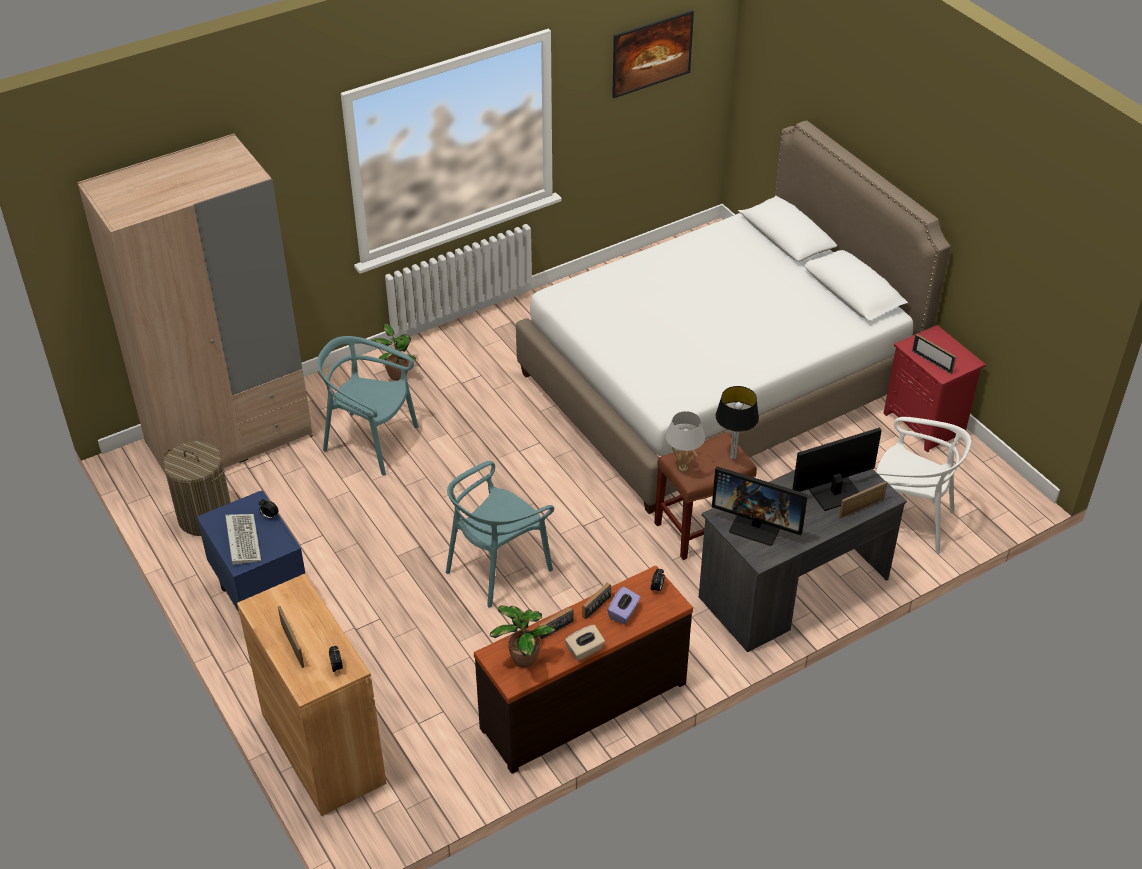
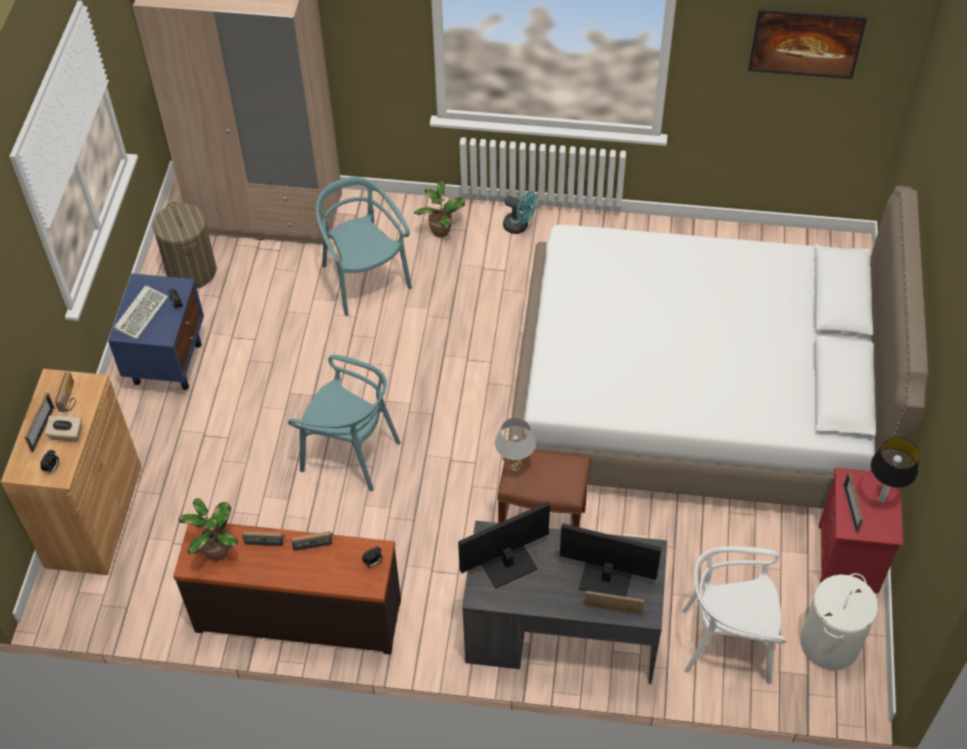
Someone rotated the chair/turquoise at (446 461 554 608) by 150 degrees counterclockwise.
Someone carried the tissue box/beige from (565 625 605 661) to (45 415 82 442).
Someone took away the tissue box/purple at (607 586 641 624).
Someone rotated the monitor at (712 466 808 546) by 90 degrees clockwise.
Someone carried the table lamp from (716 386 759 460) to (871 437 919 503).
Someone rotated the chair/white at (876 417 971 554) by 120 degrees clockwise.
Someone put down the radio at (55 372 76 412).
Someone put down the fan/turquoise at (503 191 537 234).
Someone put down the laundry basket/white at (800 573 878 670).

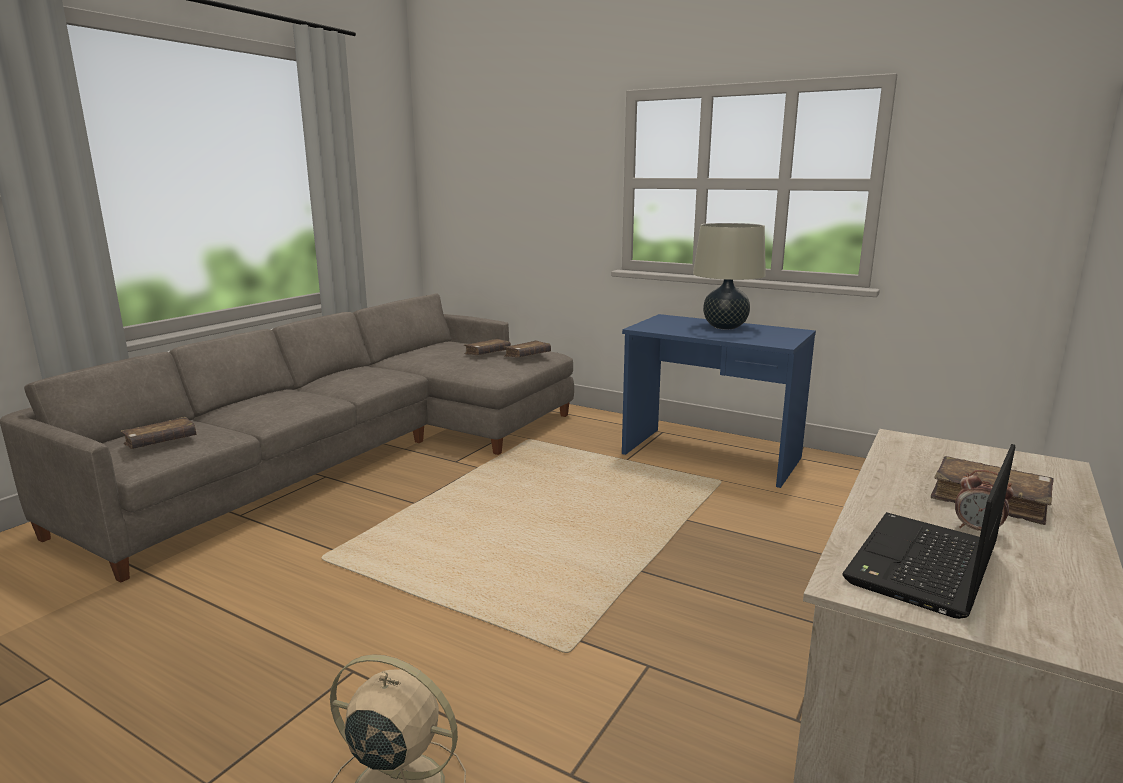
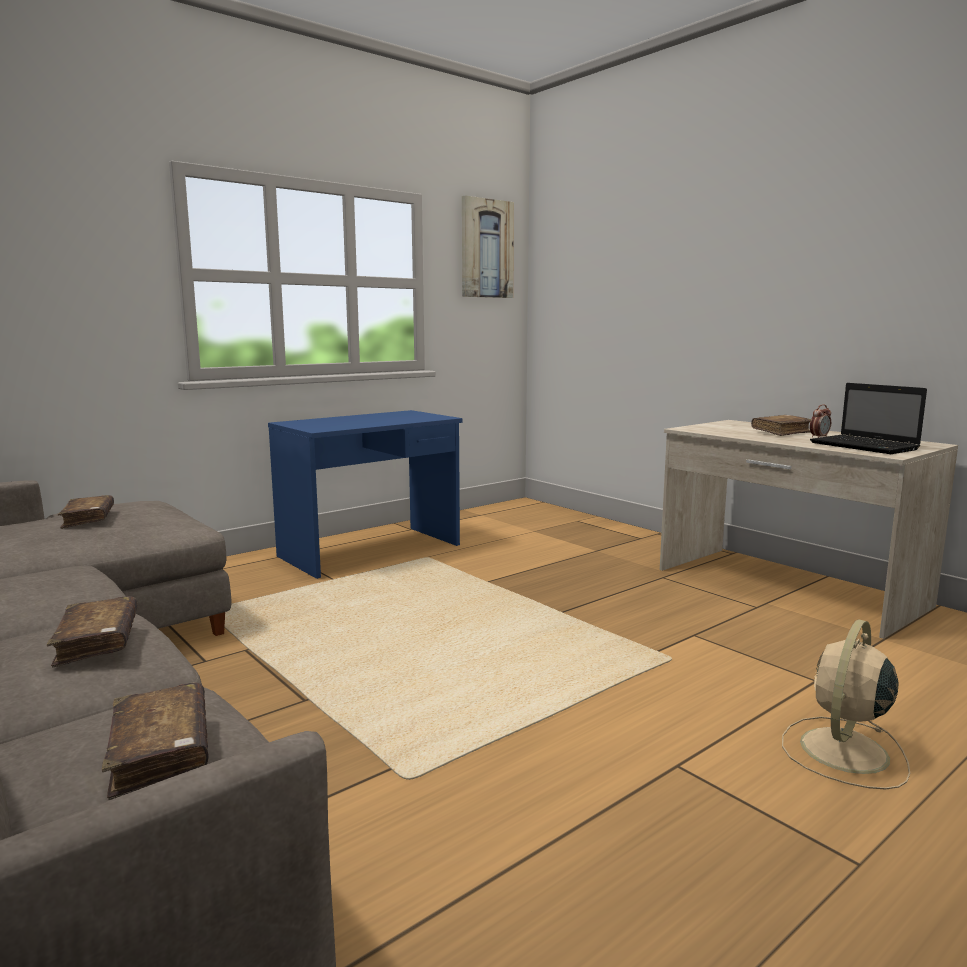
Someone carried the book/brown from (503 341 551 358) to (47 596 137 668).
Someone took away the table lamp/beige at (693 223 766 330).
Someone put up the picture at (462 195 514 298).

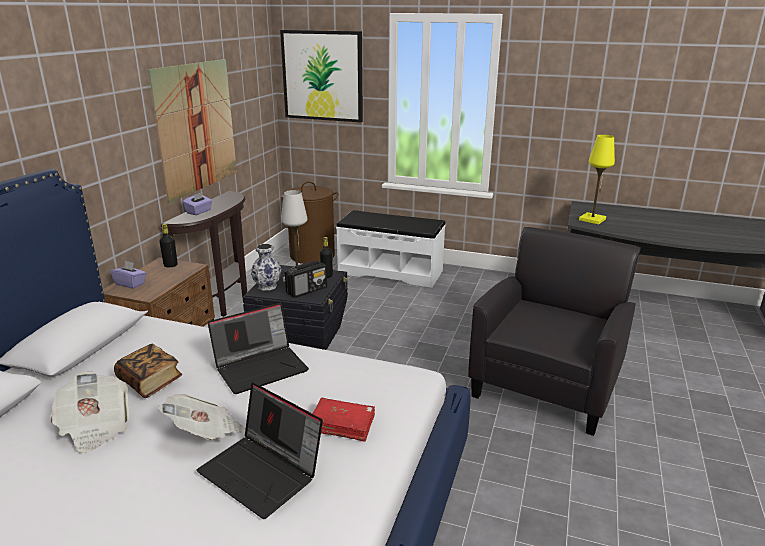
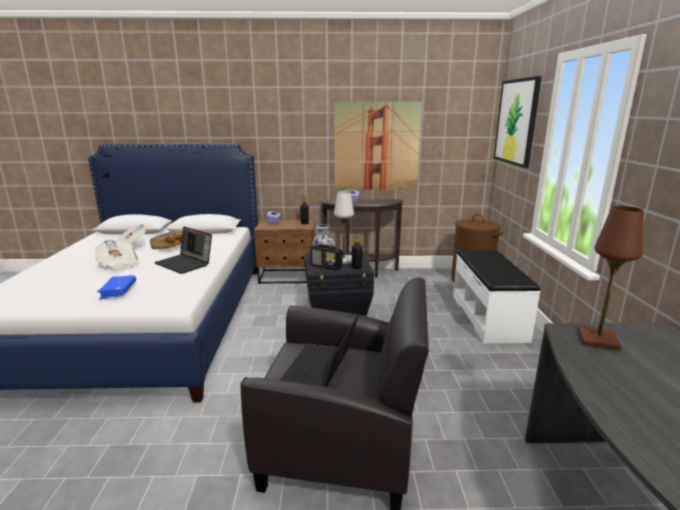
Someone carried the laptop from (196 382 323 519) to (280 315 358 387).
Someone repainted the book/red at (312 398 375 442), which became the book/blue at (97 275 136 300).
Someone repainted the table lamp/yellow at (579 135 615 225), which became the table lamp/brown at (577 206 644 351).

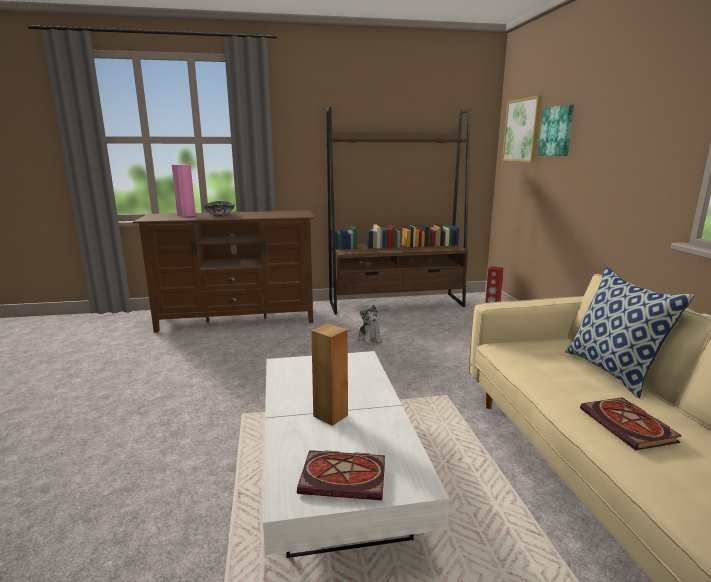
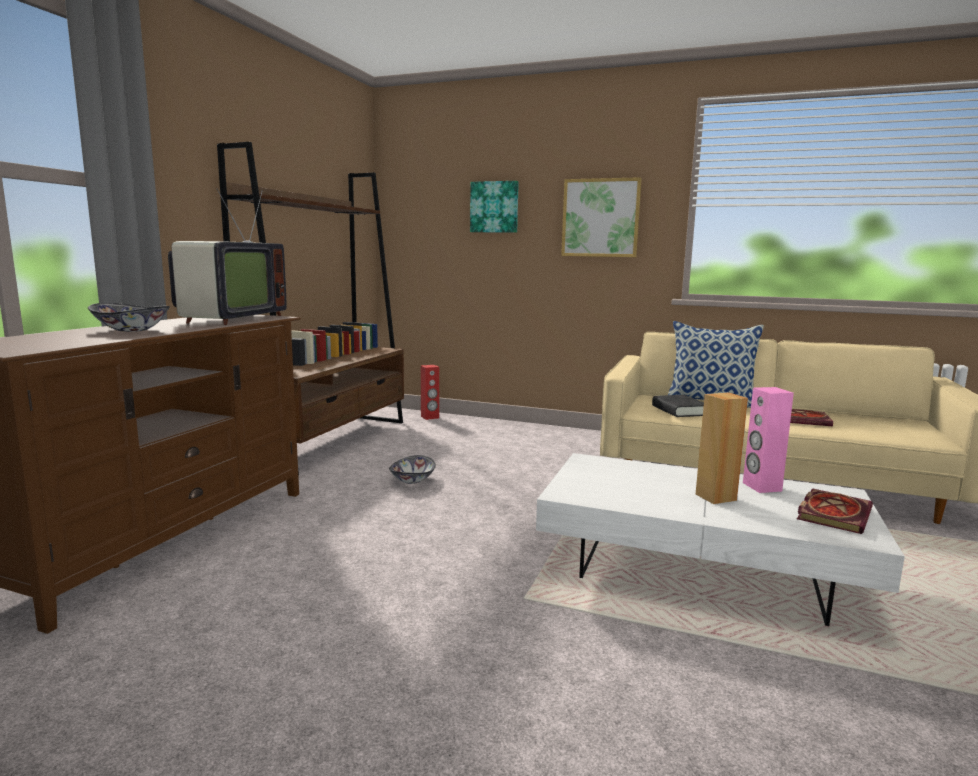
Someone carried the speaker/pink from (172 164 196 217) to (743 387 794 493).
Someone swapped the plush toy at (358 305 382 345) for the bowl at (389 455 436 484).
Someone carried the picture from (502 95 542 162) to (561 177 642 257).
Someone put down the television at (168 188 287 325).
Someone put down the book/black at (652 395 704 417).

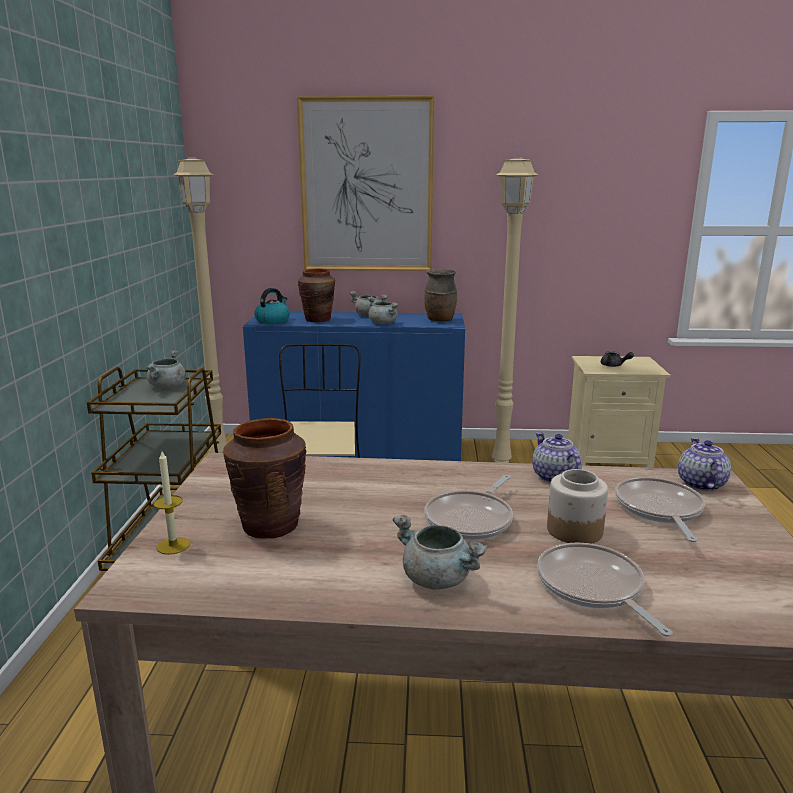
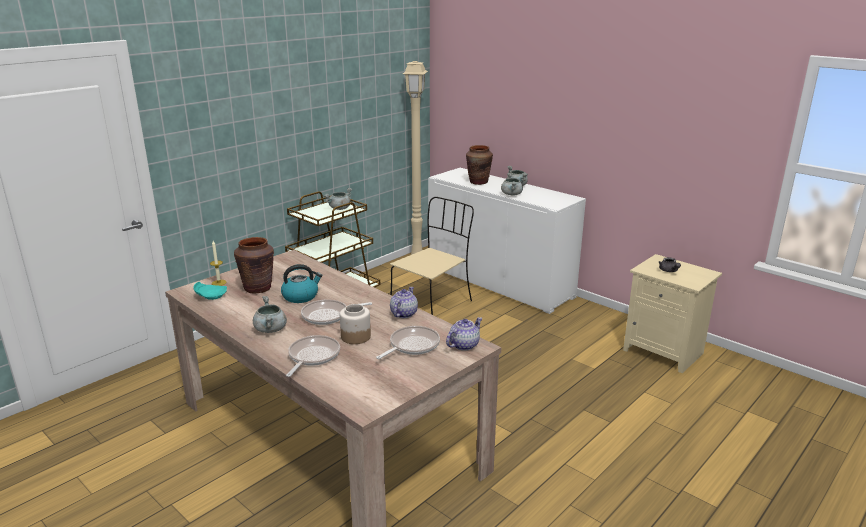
Someone repainted the cabinet/blue at (243 312 465 461), which became the cabinet/white at (428 168 586 314).
Someone carried the kettle from (254 288 290 324) to (281 264 322 303).
Someone took away the picture at (297 96 435 271).
Someone took away the vase/brown at (424 269 457 322).
Someone took away the floor lamp/beige at (492 157 538 463).
Someone put down the plate/turquoise at (193 282 227 300).

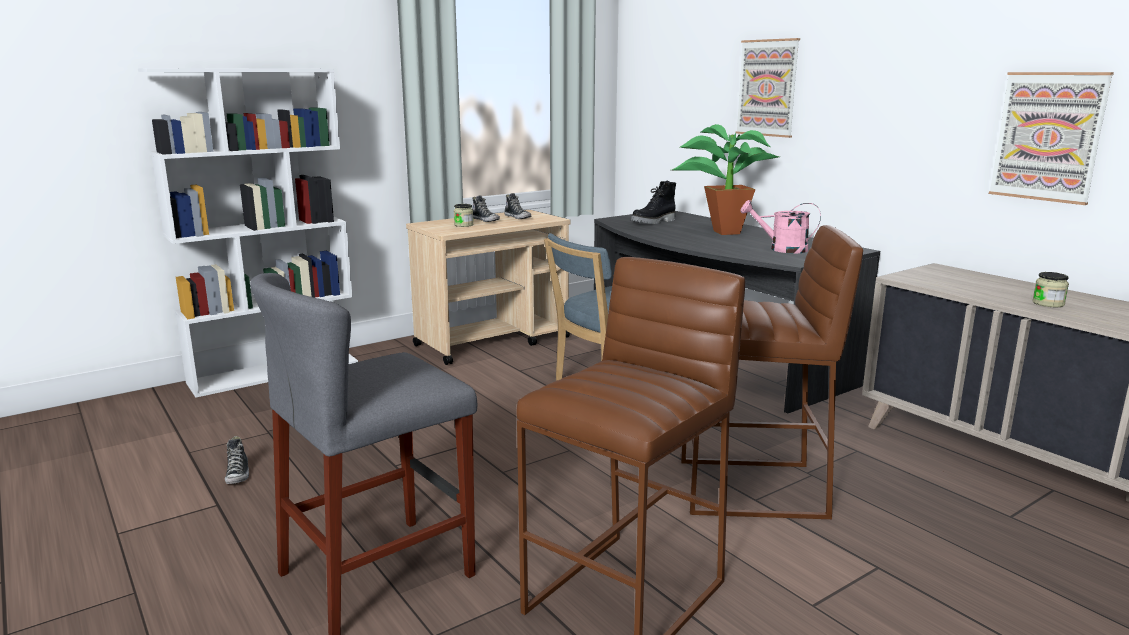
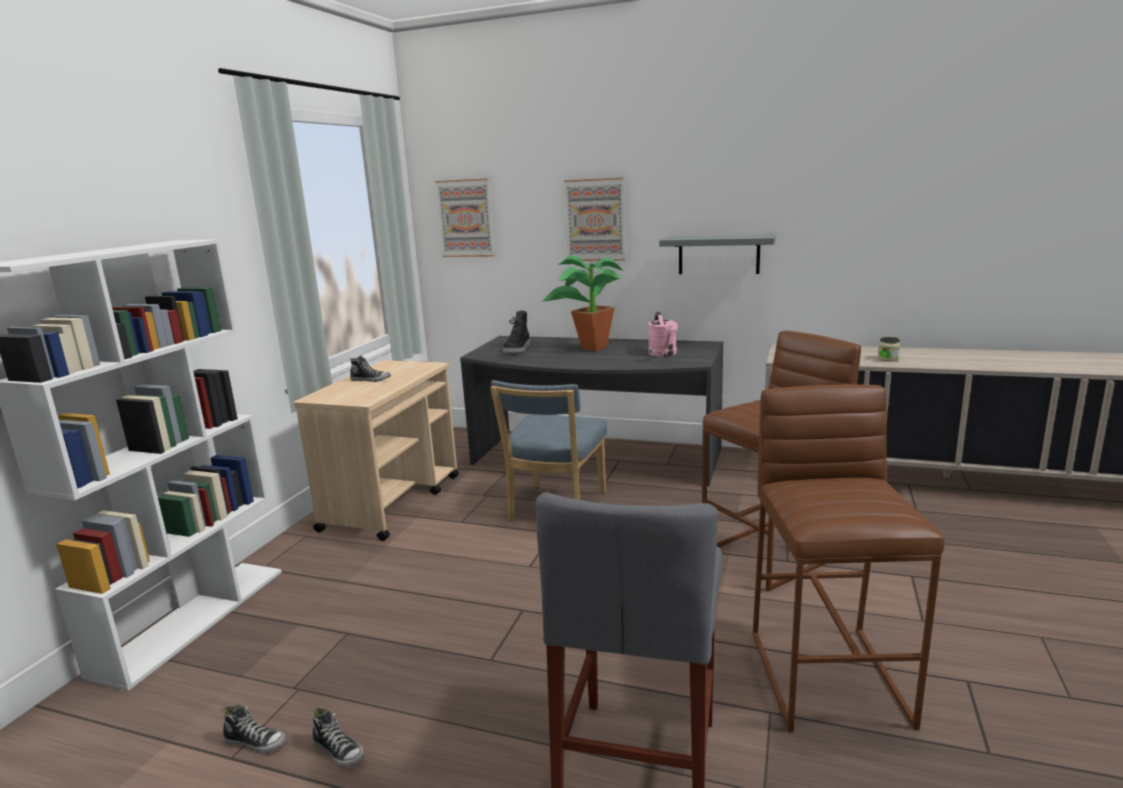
Someone took away the jar at (454 204 473 227).
Someone carried the shoe from (504 193 531 219) to (221 704 287 754).
Someone rotated the watering can/pink at (740 200 821 253) by 75 degrees counterclockwise.
Someone carried the picture from (989 72 1114 205) to (435 178 495 257).
Someone put up the shelf/grey at (659 235 776 274).

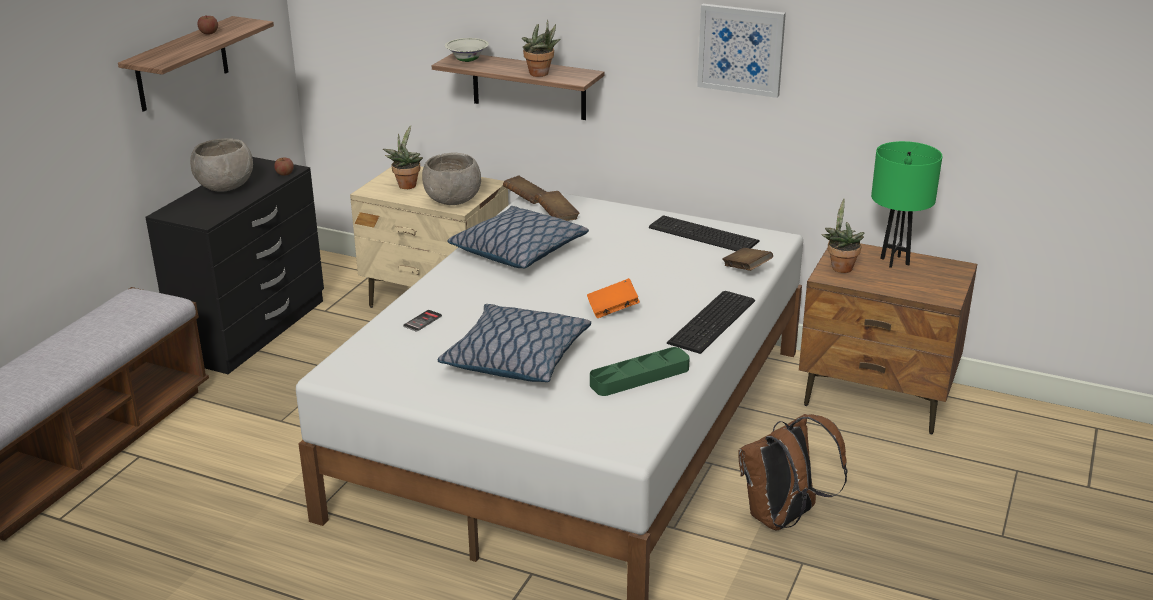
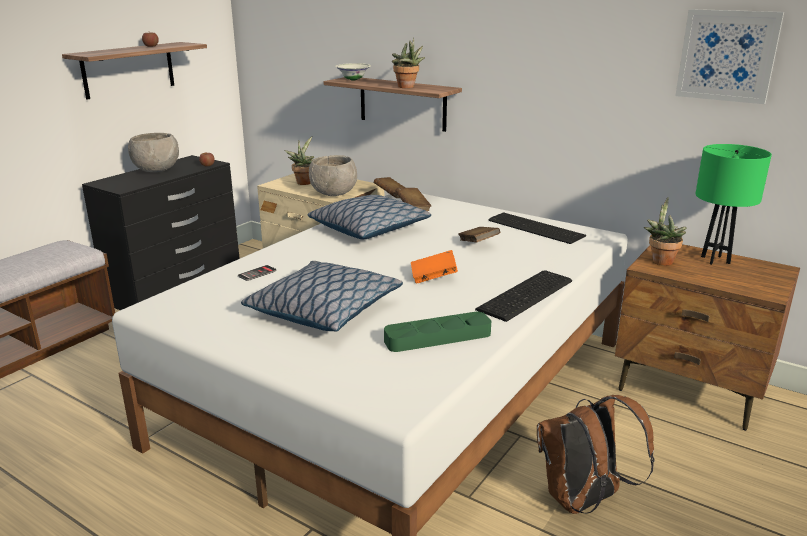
Someone carried the picture from (697 4 786 98) to (675 9 784 104).
Someone carried the book/brown from (722 248 773 271) to (458 227 500 243).

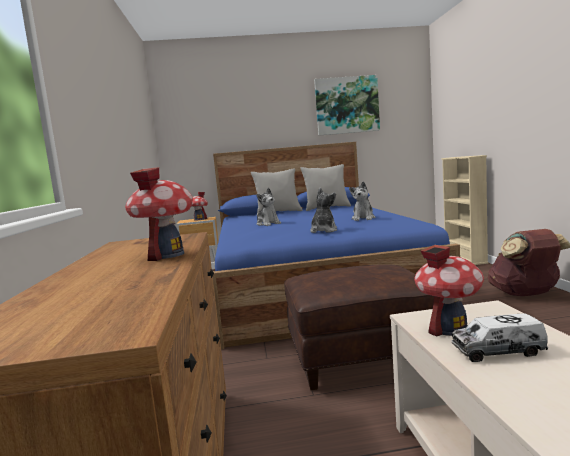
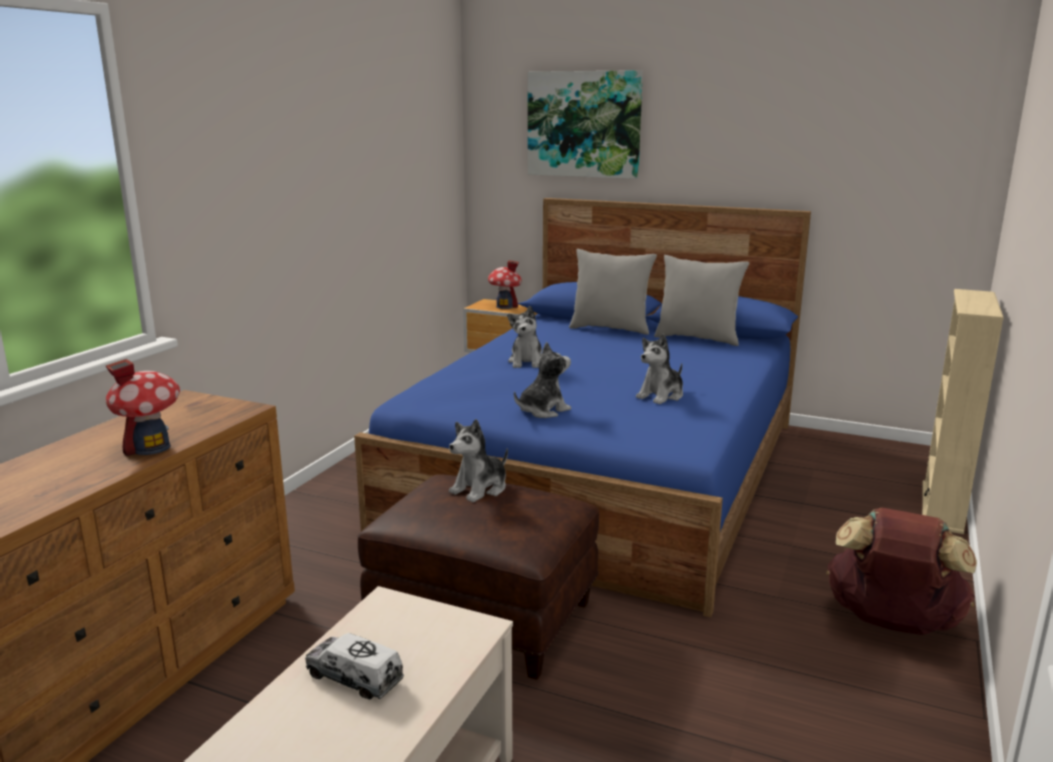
Someone carried the picture from (314 75 380 136) to (528 70 643 179).
Someone took away the toy house at (414 245 484 337).
Someone put down the plush toy at (449 419 508 502).

